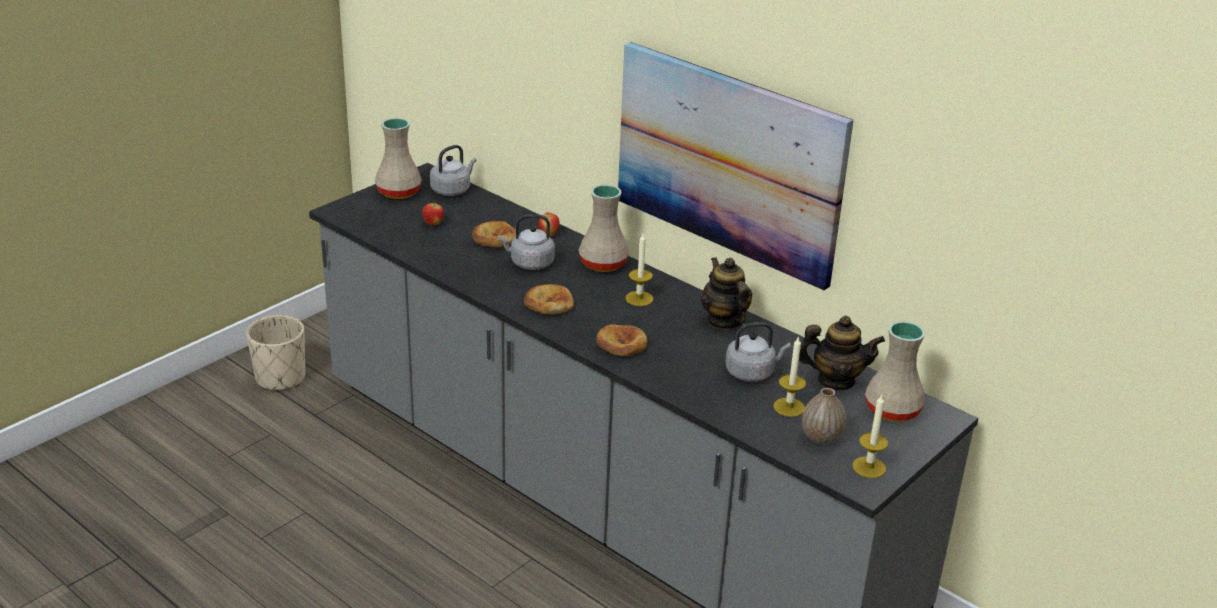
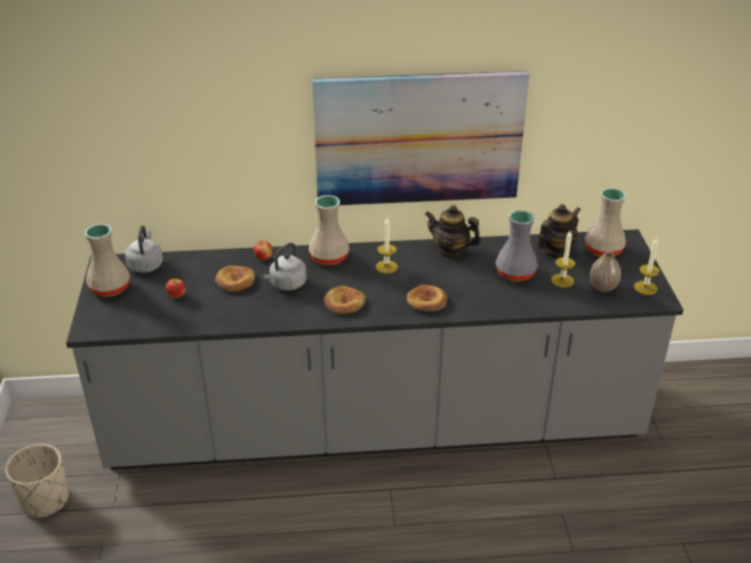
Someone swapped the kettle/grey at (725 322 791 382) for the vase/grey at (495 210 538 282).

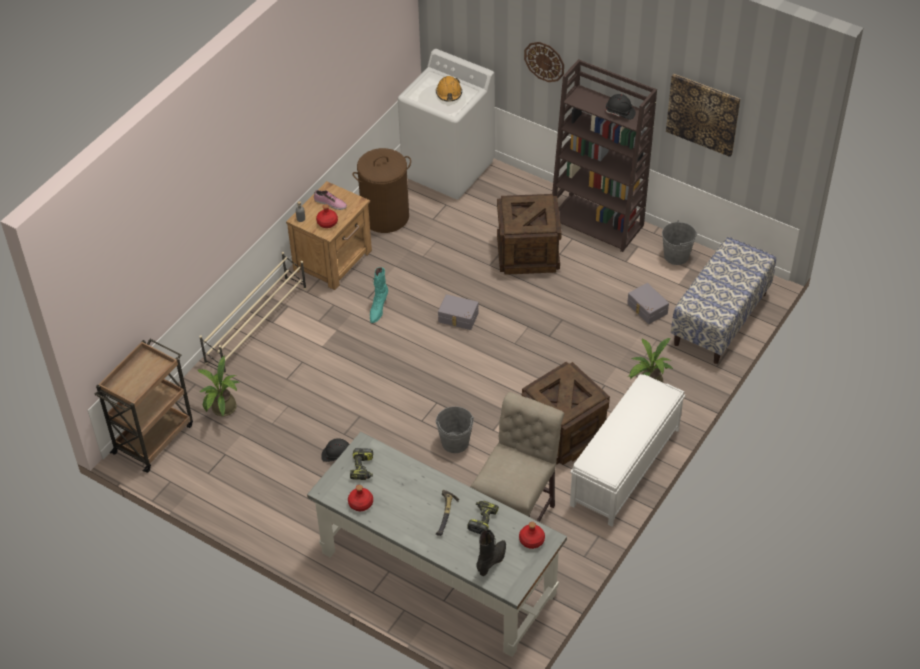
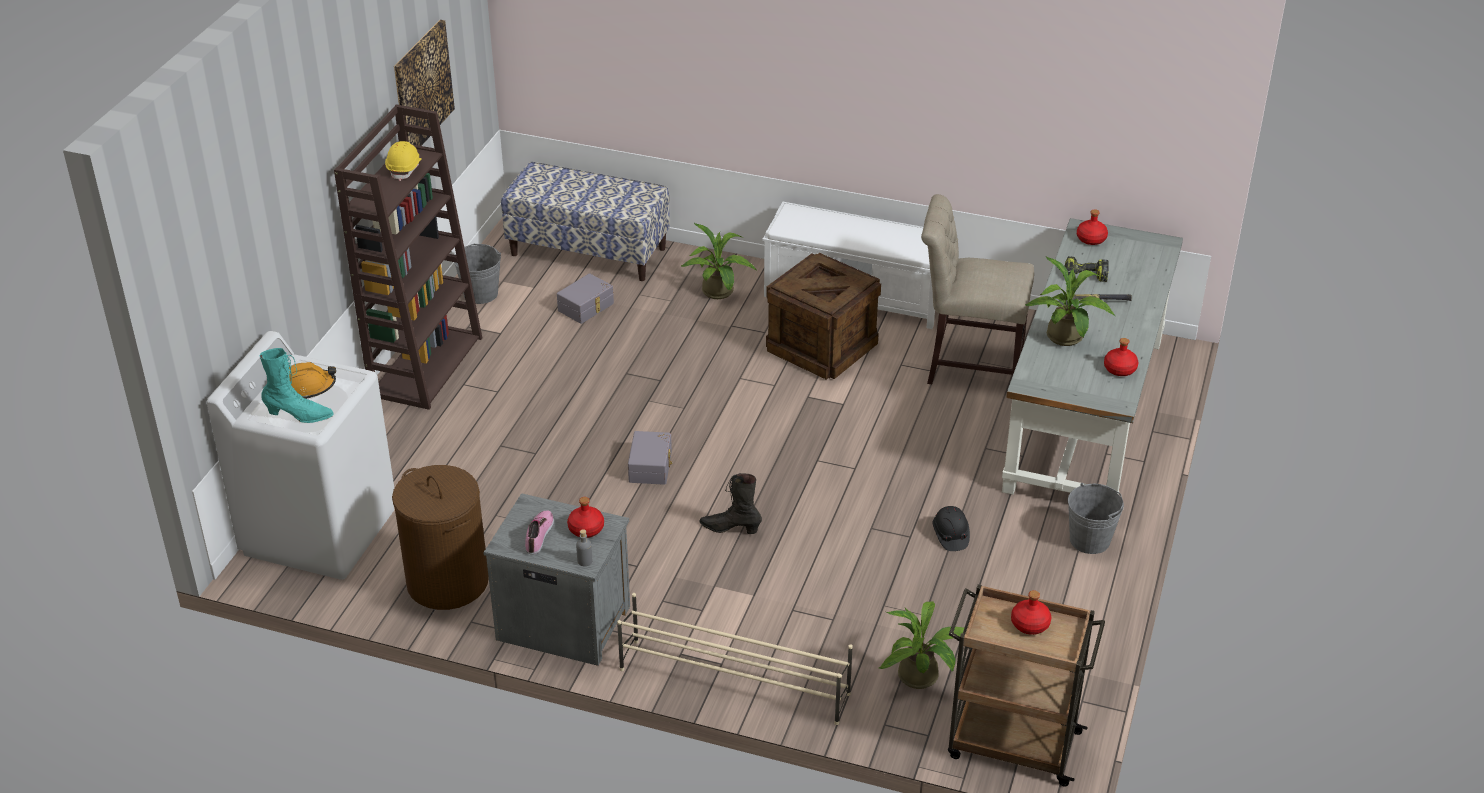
Someone repainted the nightstand/brown at (286 181 372 290), which became the nightstand/grey at (483 493 630 666).
Someone took away the power drill at (350 448 373 480).
Someone carried the boot/turquoise from (370 267 388 323) to (260 348 333 423).
Someone carried the bucket/grey from (436 406 474 453) to (1068 483 1124 554).
Someone carried the boot/black from (476 530 506 576) to (699 473 762 534).
Someone took away the crate at (497 194 562 275).
Someone took away the wall clock at (524 42 564 82).
Someone repainted the hard hat/black at (605 94 636 120), which became the hard hat/yellow at (385 141 422 181).
Someone put down the bottle/red at (1011 590 1051 635).
Someone put down the potted plant at (1025 257 1116 346).

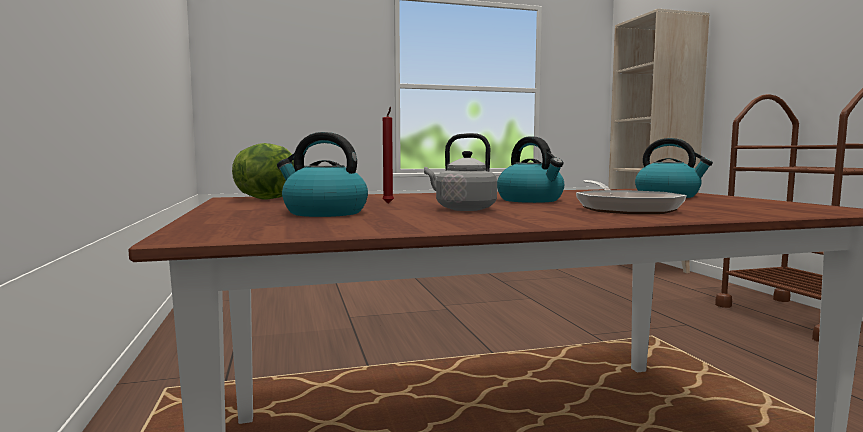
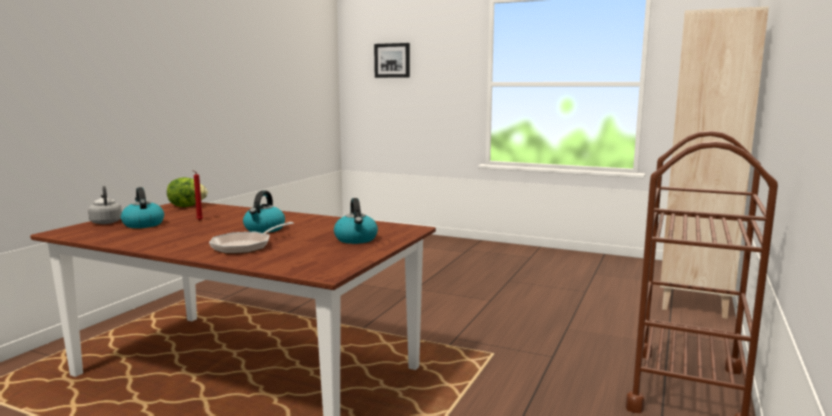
Someone carried the kettle/grey from (424 133 497 211) to (88 186 122 224).
Someone put up the picture at (374 43 410 78).

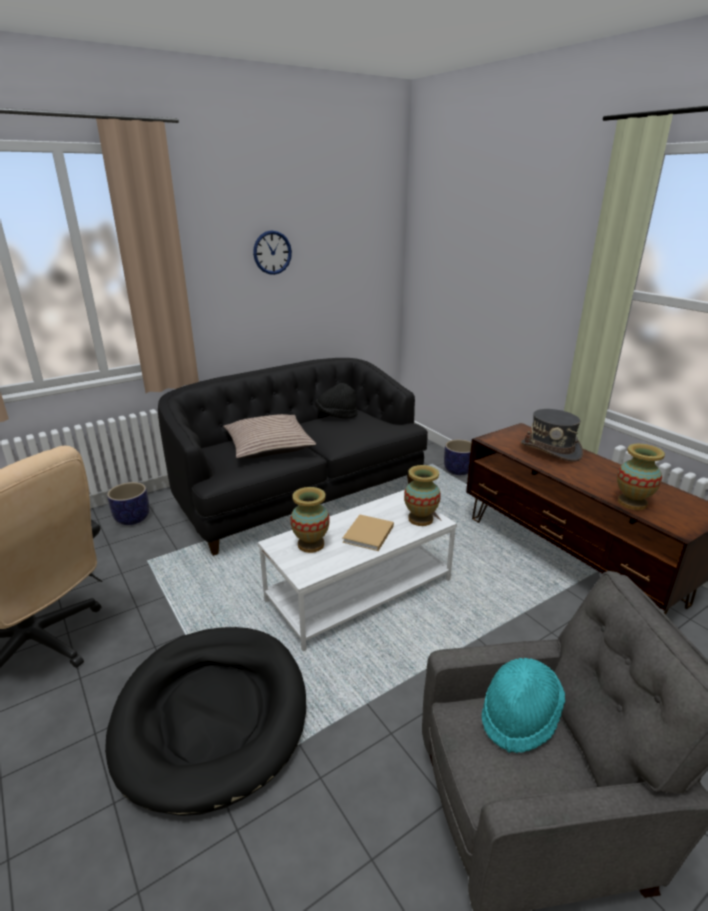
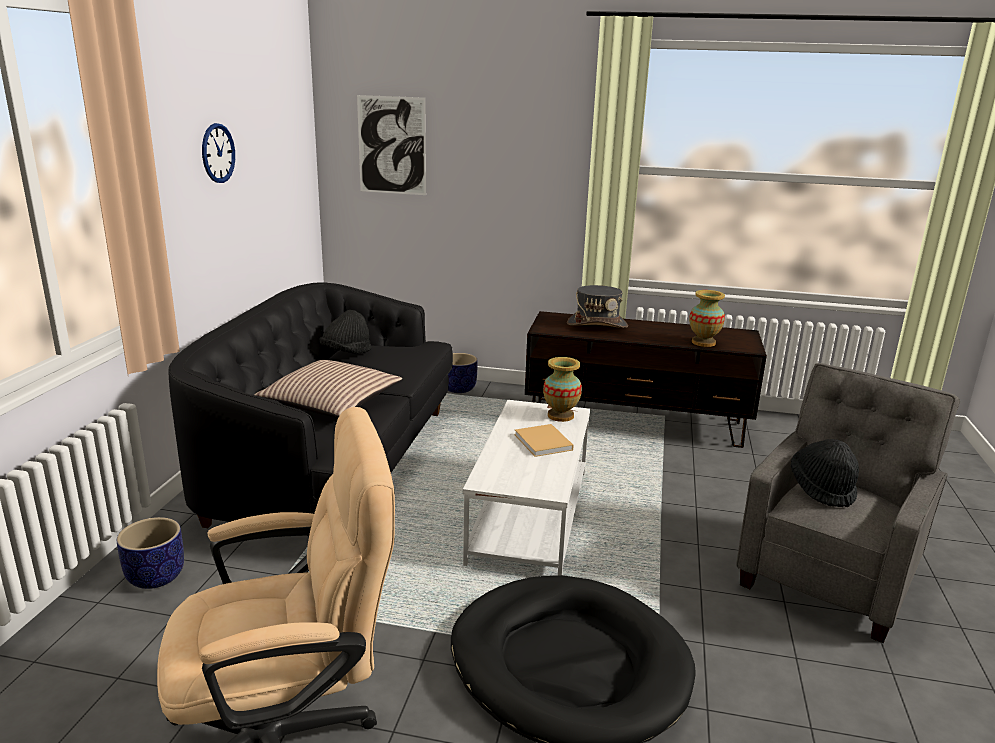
Someone took away the vase at (290 487 330 553).
Someone repainted the hat/turquoise at (481 658 565 753), which became the hat/black at (791 439 859 507).
Someone put up the picture at (357 95 426 195).

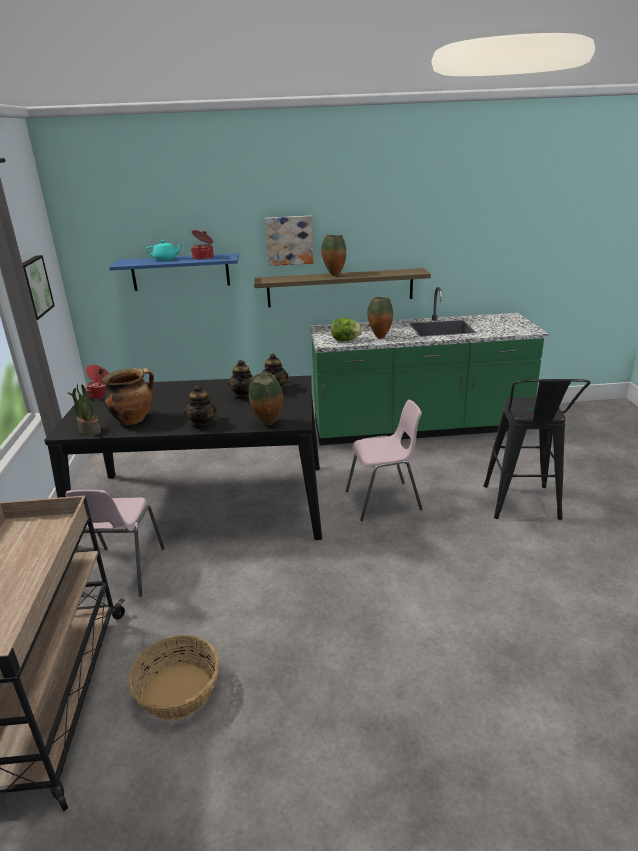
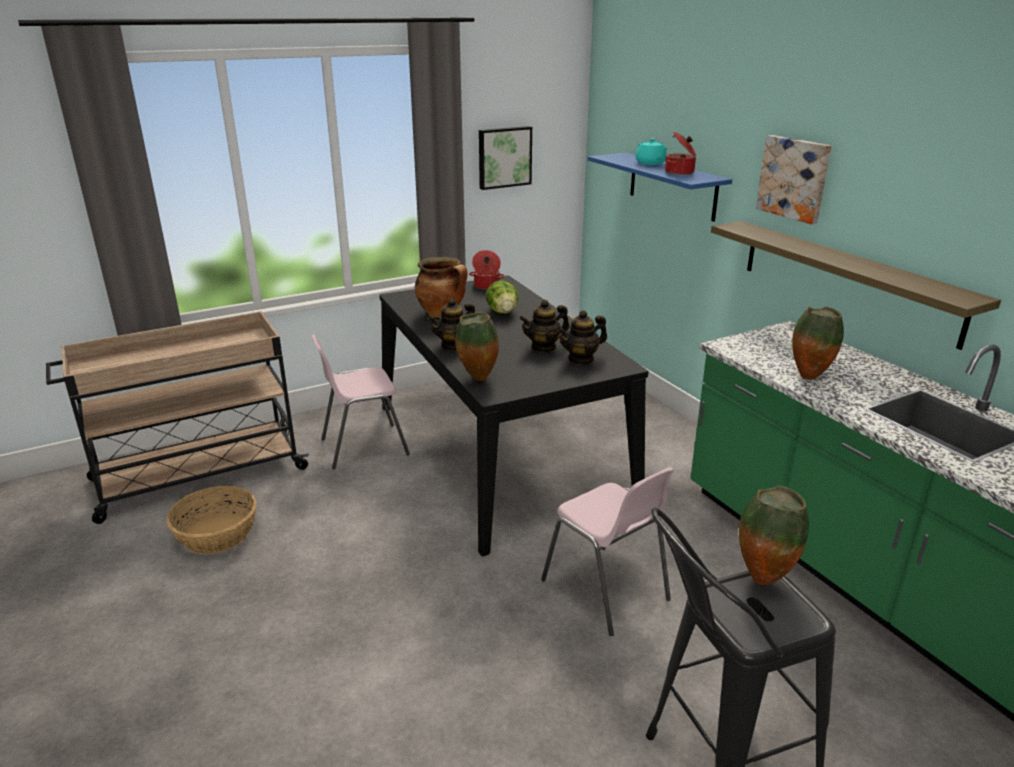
Someone took away the potted plant at (67 384 101 435).
Someone carried the vase from (321 235 346 276) to (739 485 809 585).
Someone carried the lettuce from (331 318 363 341) to (486 280 518 314).

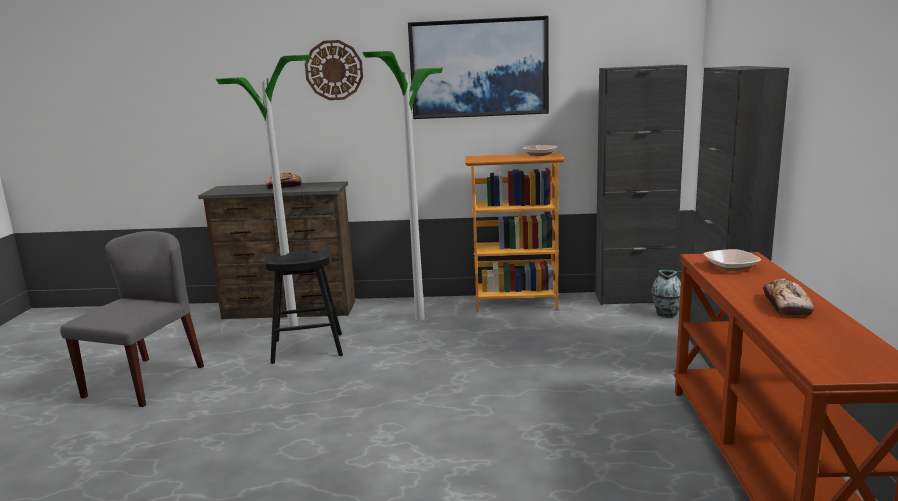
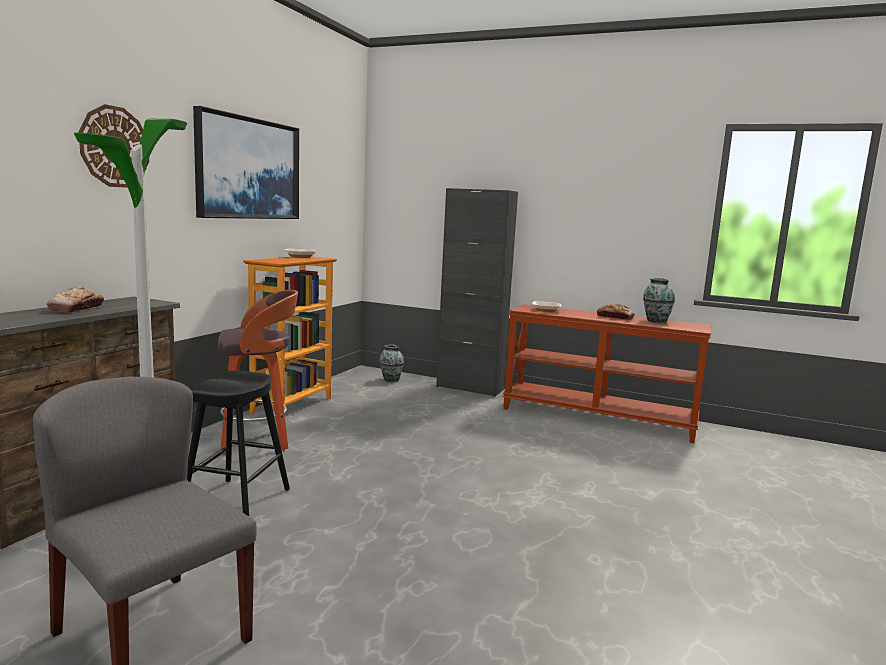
Someone swapped the floor lamp at (362 51 443 321) for the stool at (218 290 298 454).
Someone took away the cabinet/black at (595 65 687 305).
Someone put down the vase at (643 278 675 323).

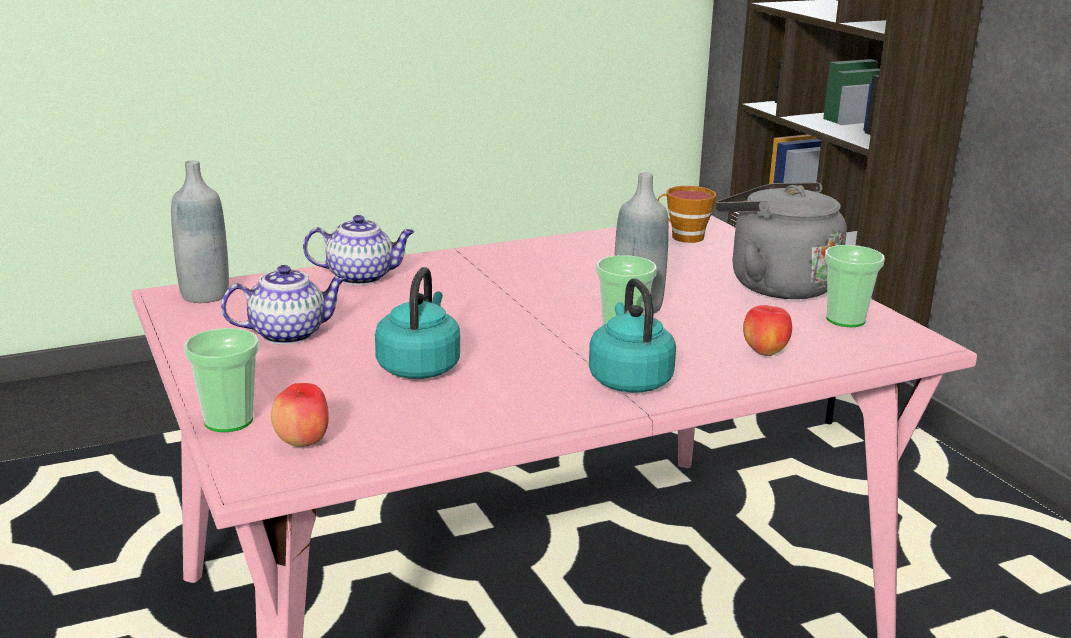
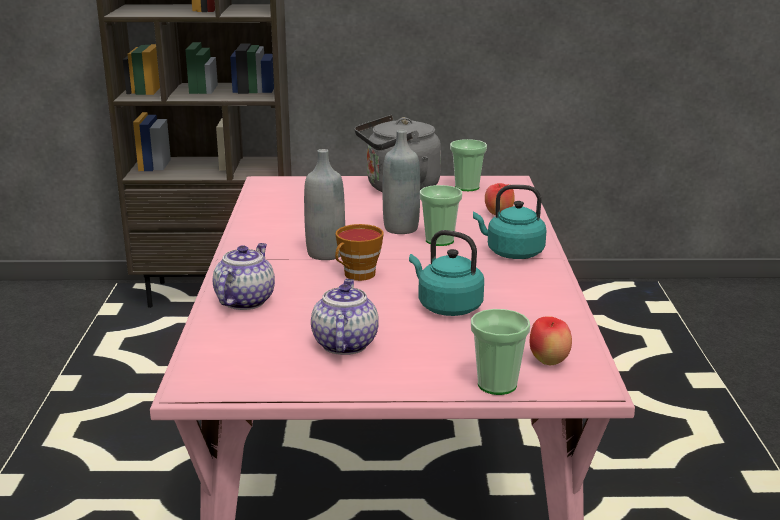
Someone carried the bottle/grey from (171 160 229 303) to (304 149 345 260).
Someone carried the cup from (658 186 716 243) to (335 224 383 281).

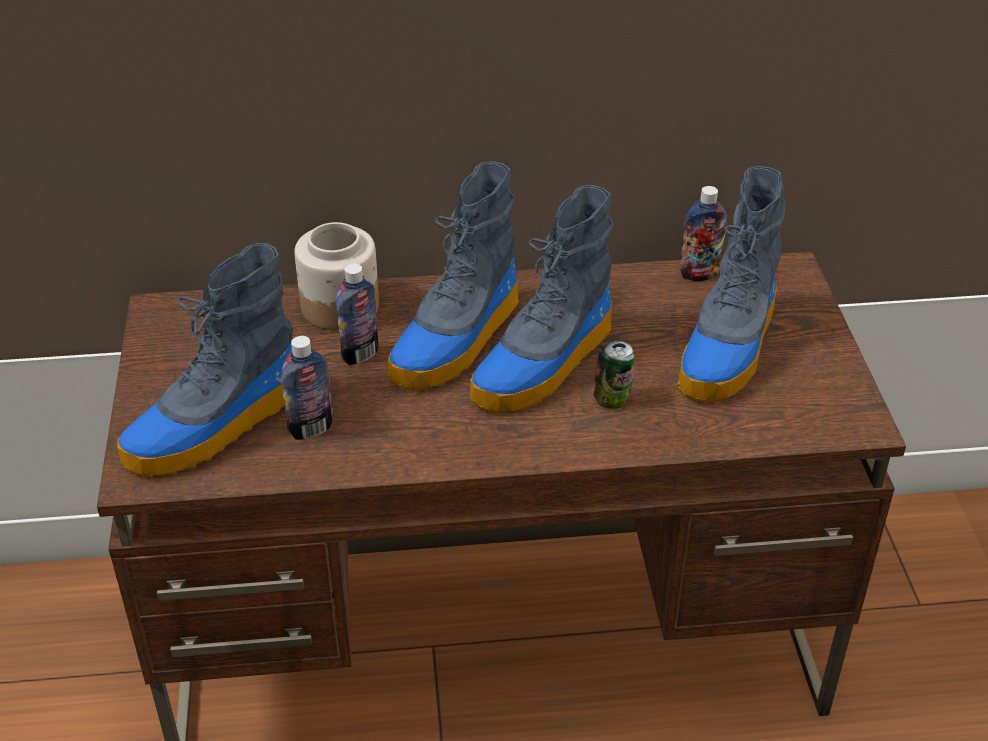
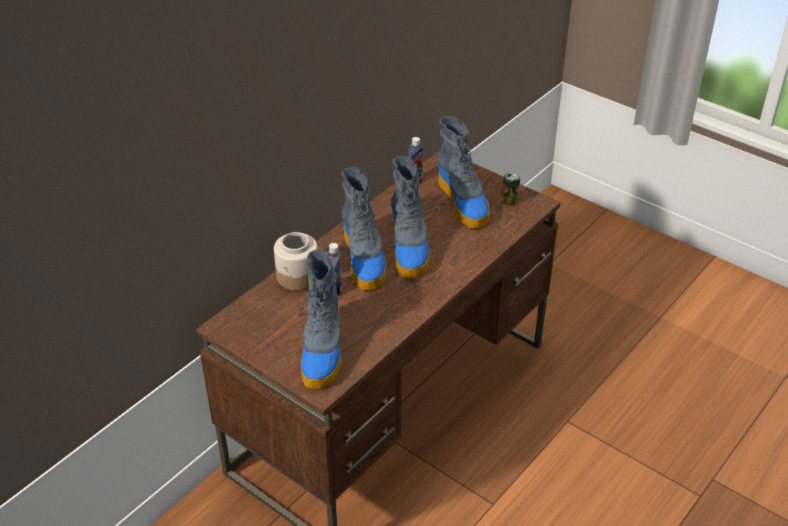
Someone took away the bottle at (281 336 333 440).
Someone carried the can from (594 341 635 409) to (501 173 520 205).

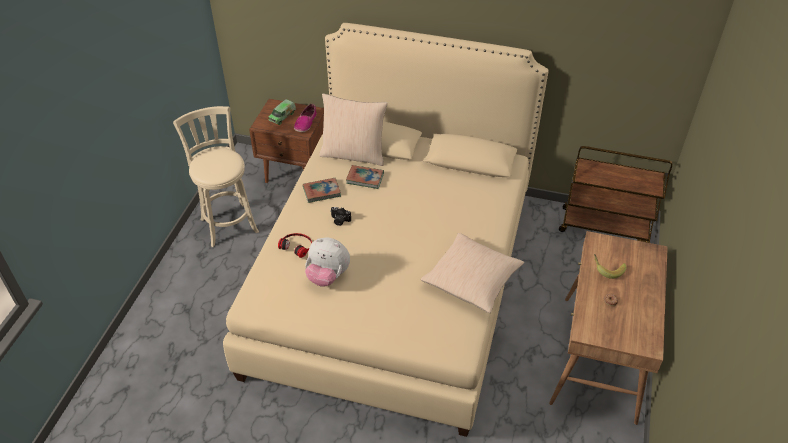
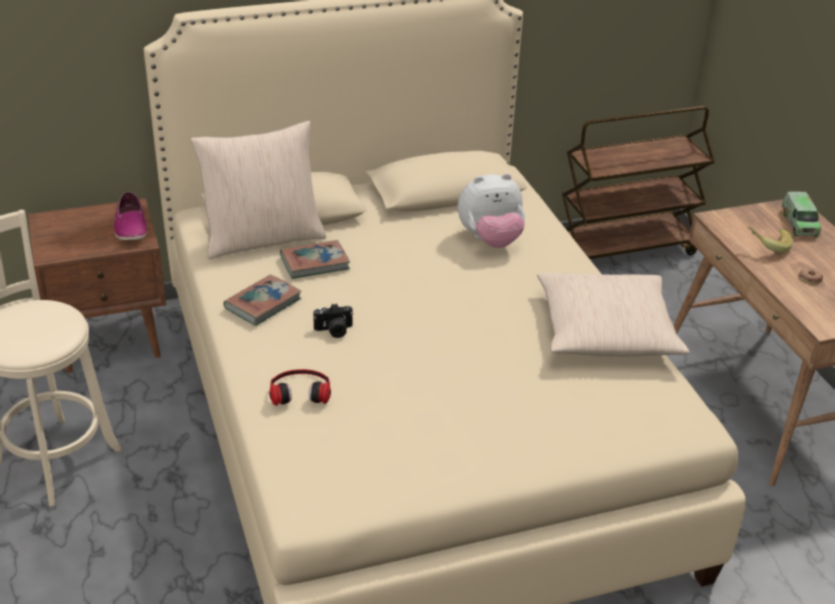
Someone carried the toy truck from (268 99 296 125) to (782 192 821 237).
Someone carried the plush toy from (305 238 350 287) to (458 173 525 248).

